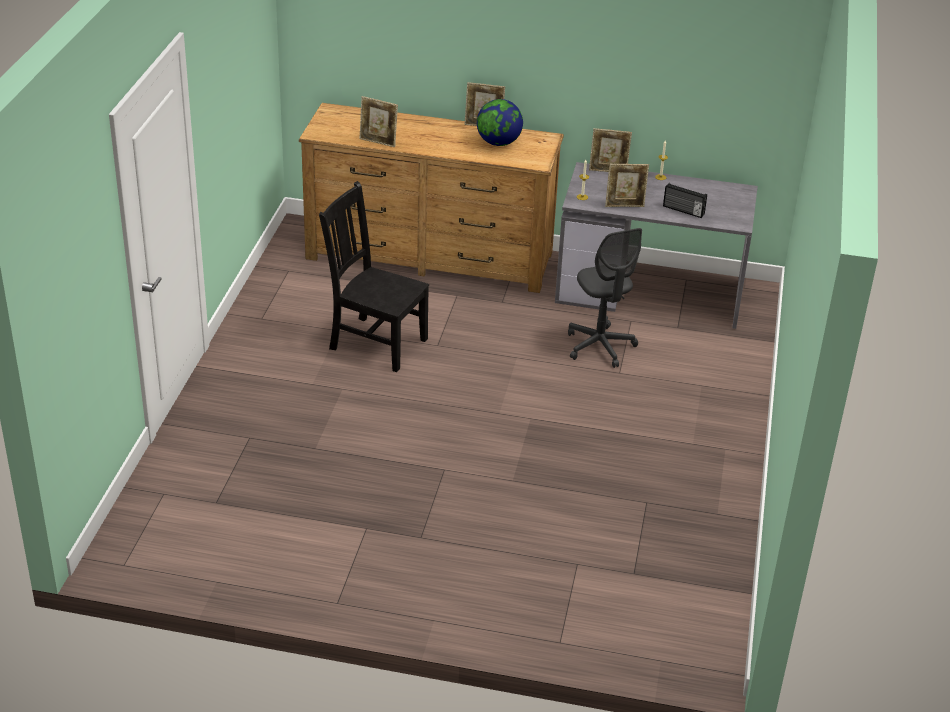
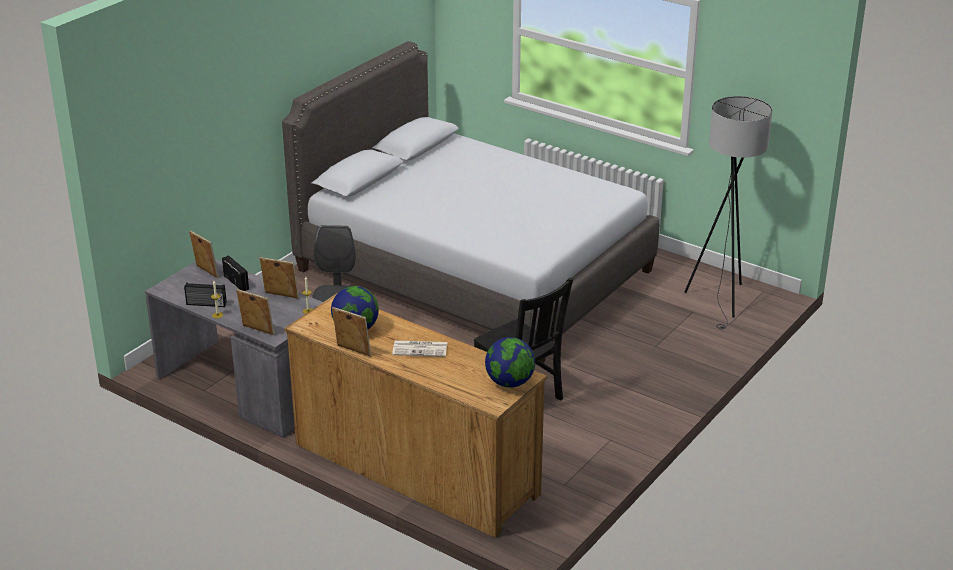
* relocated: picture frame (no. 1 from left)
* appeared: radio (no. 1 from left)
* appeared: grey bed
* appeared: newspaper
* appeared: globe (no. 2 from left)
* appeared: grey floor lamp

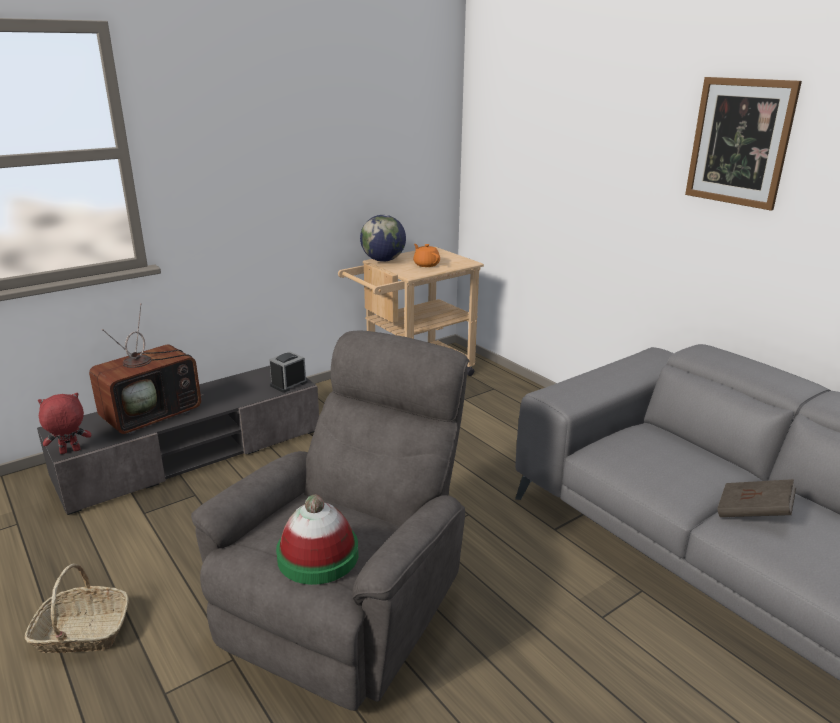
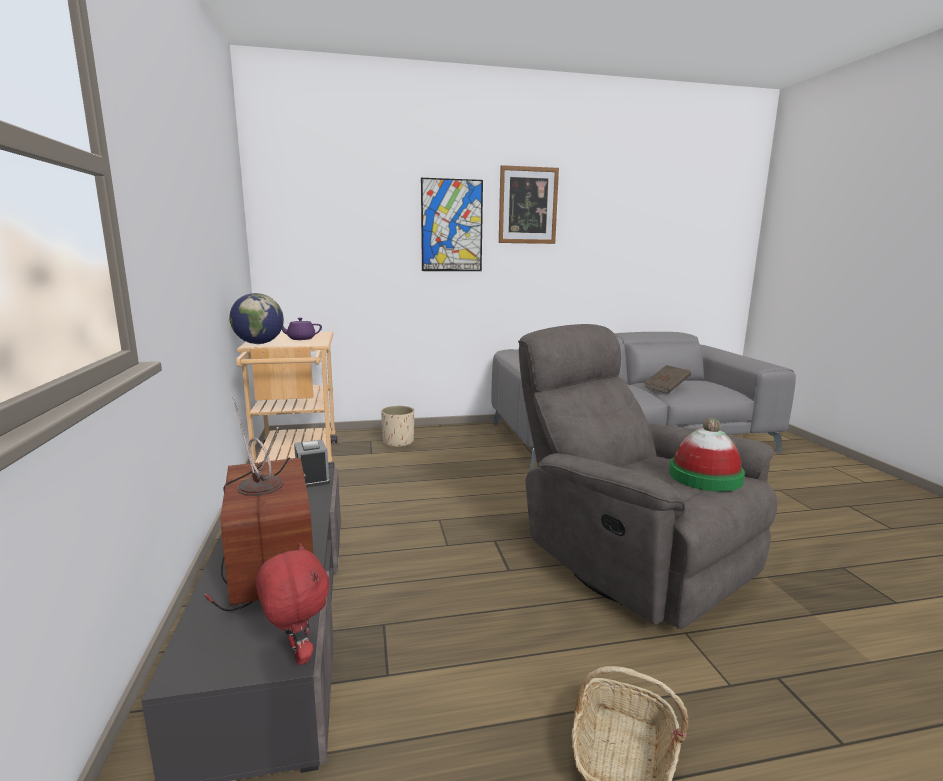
* spun: red plush toy 150 degrees clockwise
* colour: orange teapot to purple teapot
* appeared: beige planter
* appeared: picture (no. 1 from left)

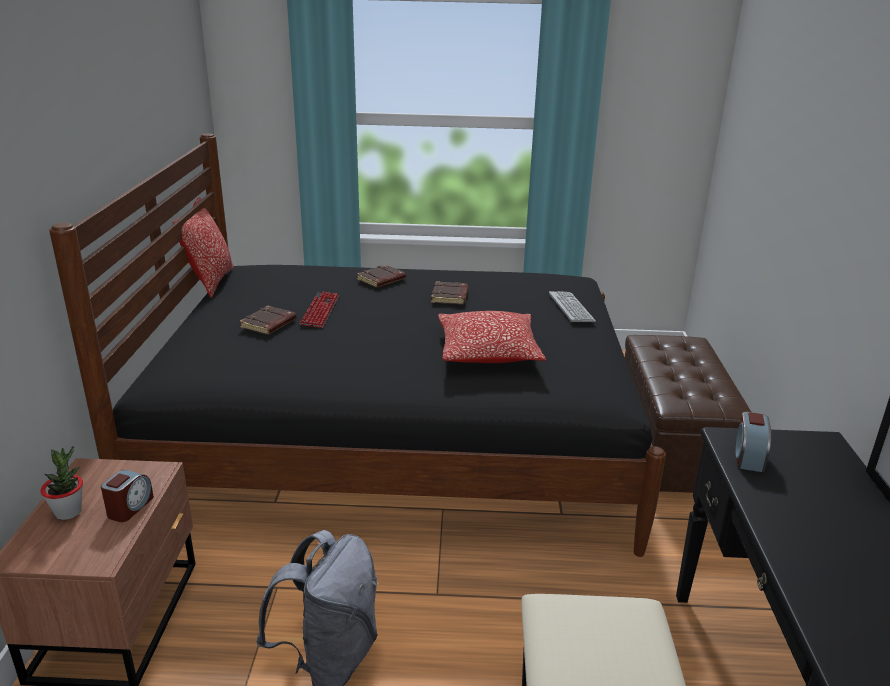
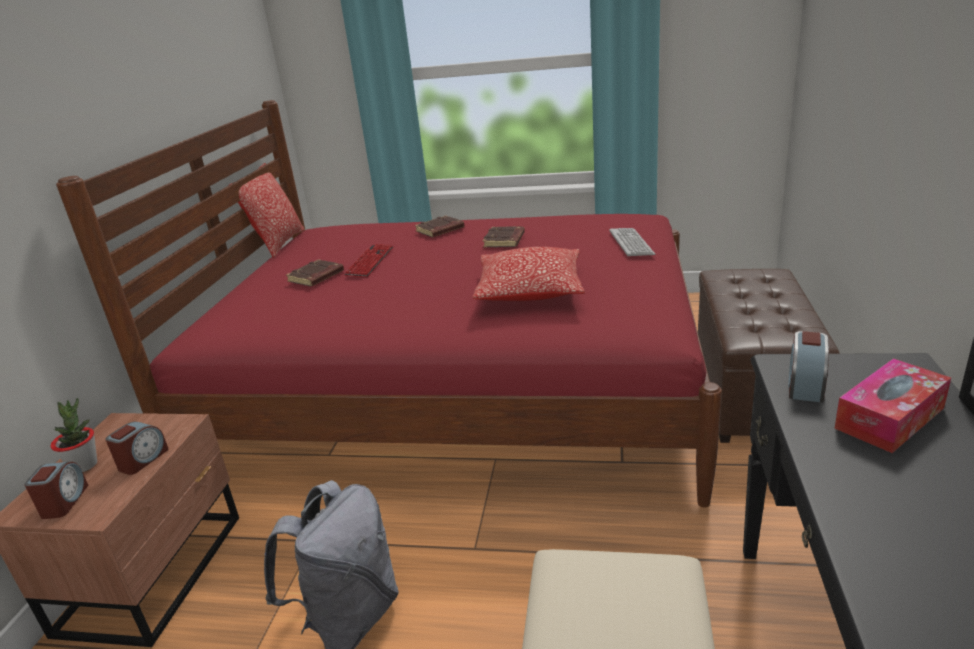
* colour: black bed to red bed
* appeared: alarm clock (no. 1 from left)
* appeared: tissue box

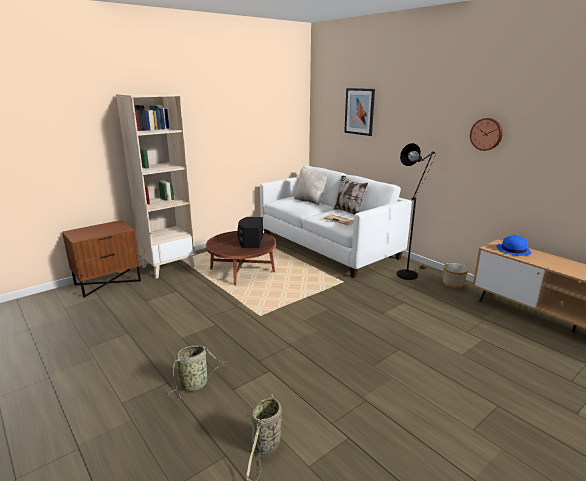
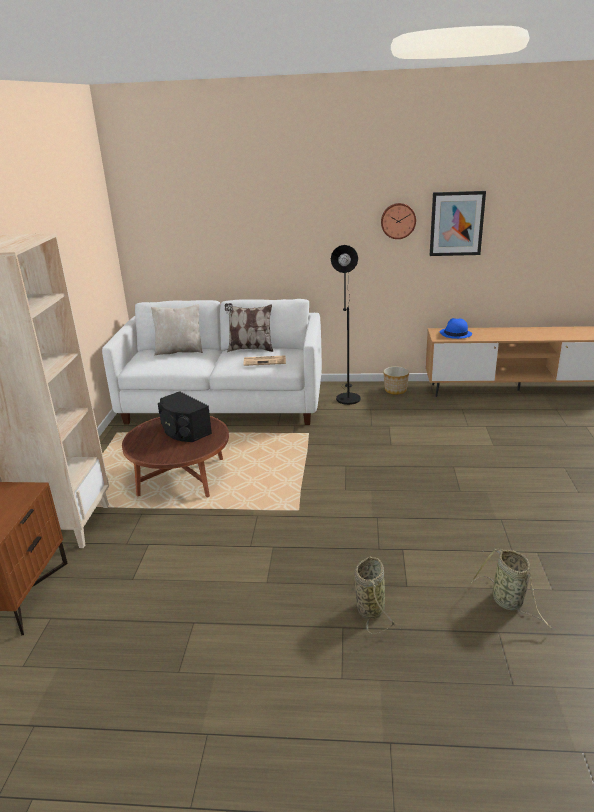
* relocated: picture

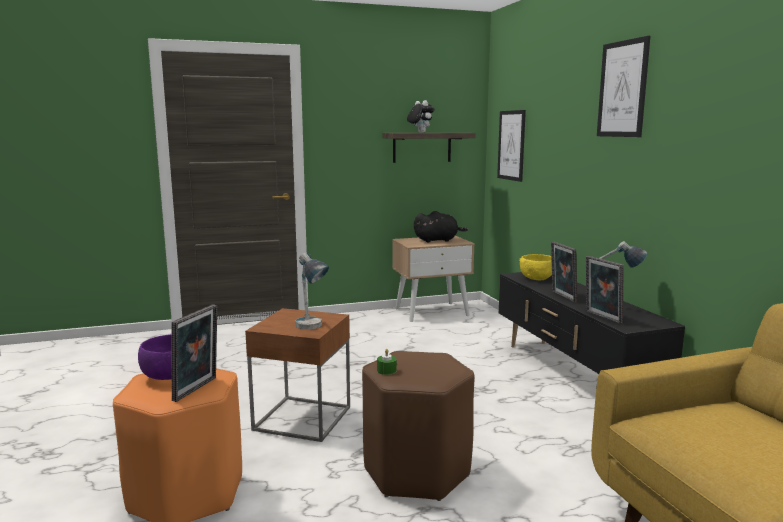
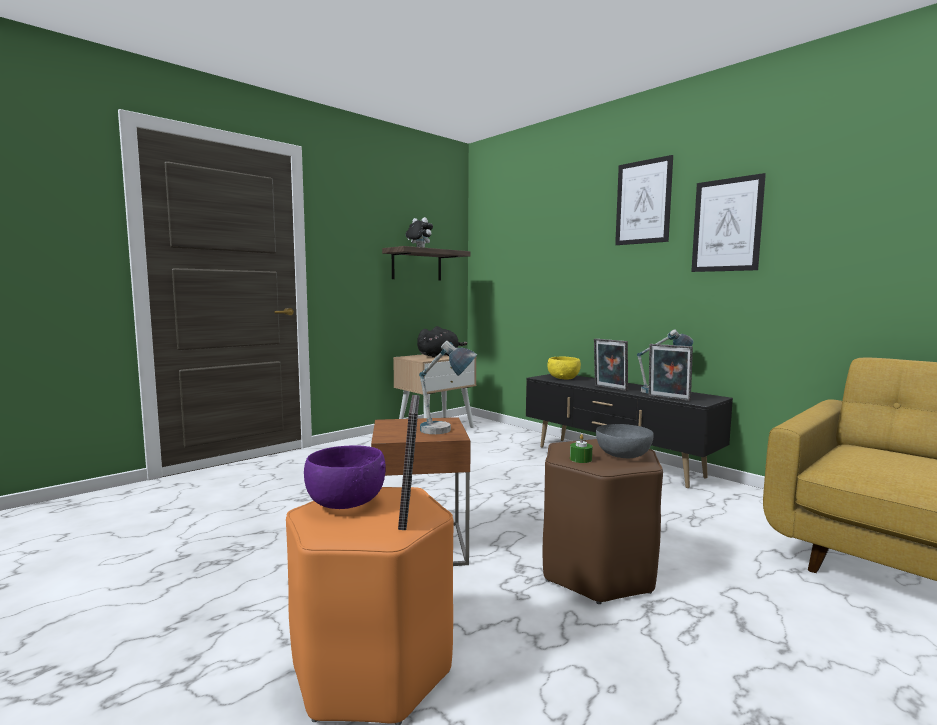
* relocated: picture (no. 1 from left in the first image) to picture (no. 2 from left)
* appeared: grey bowl

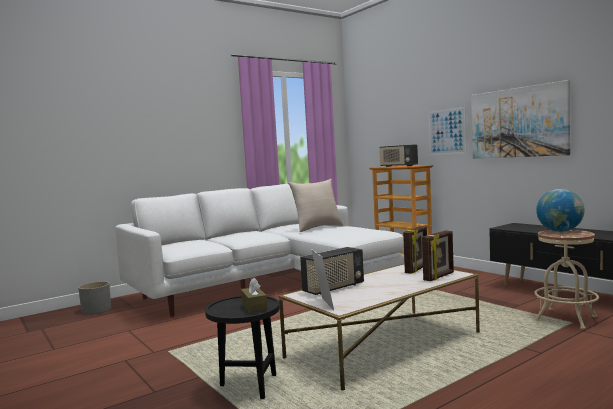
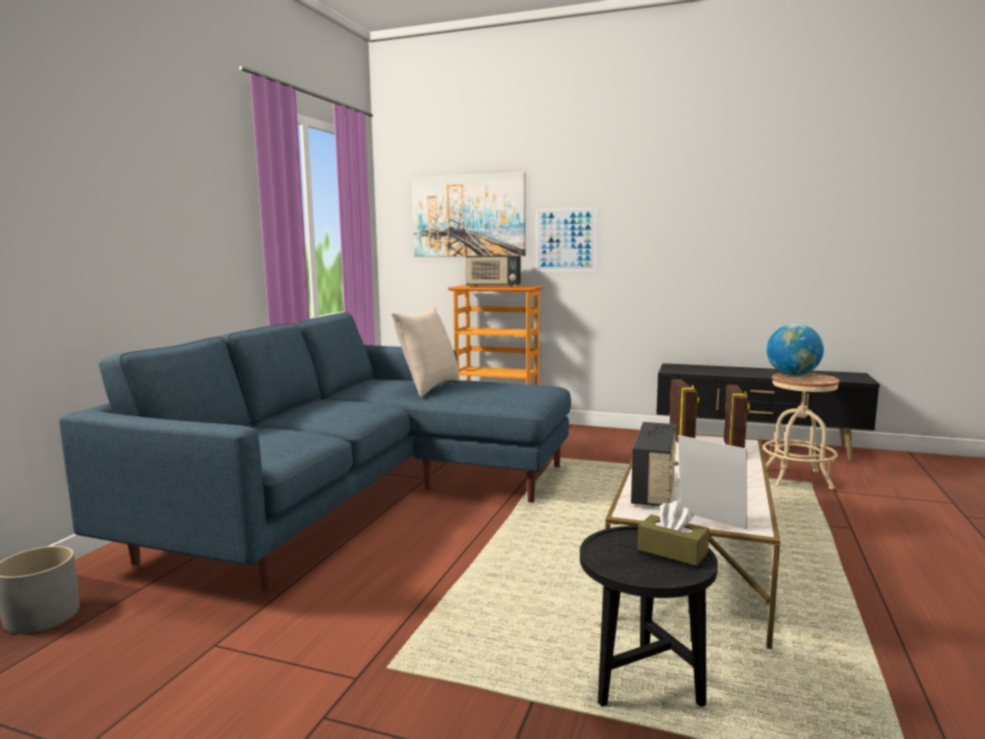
* colour: white sofa to blue sofa
* relocated: picture (no. 2 from left in the first image) to picture (no. 1 from left)

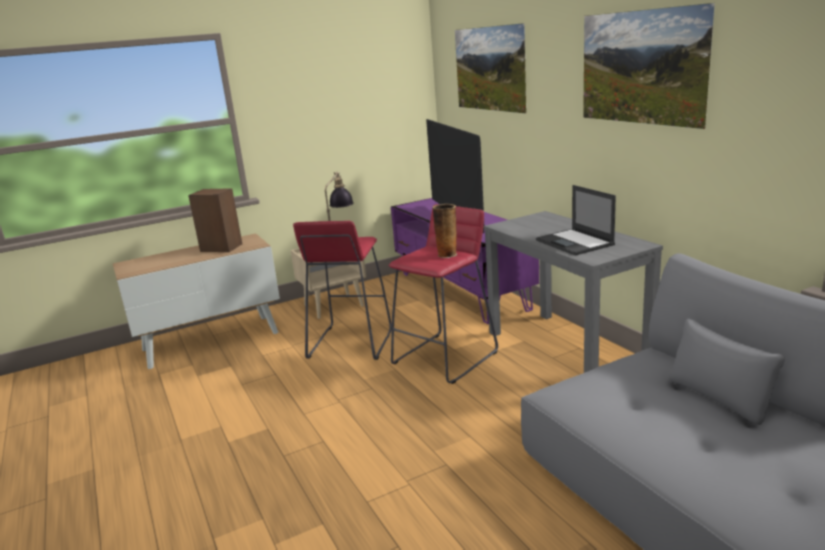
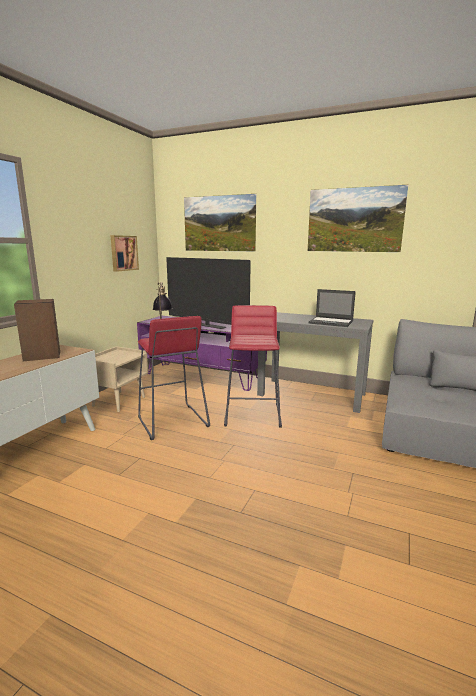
* missing: vase
* appeared: picture (no. 1 from left)

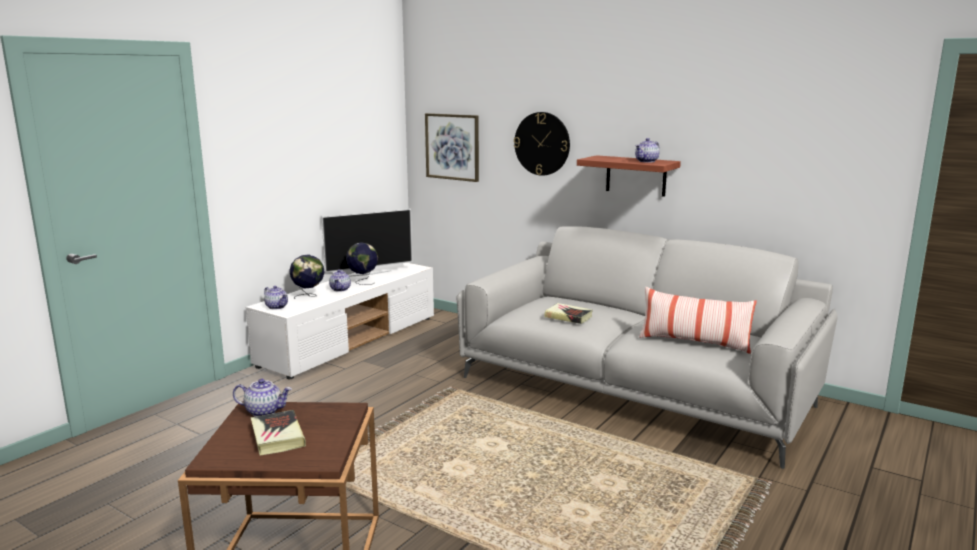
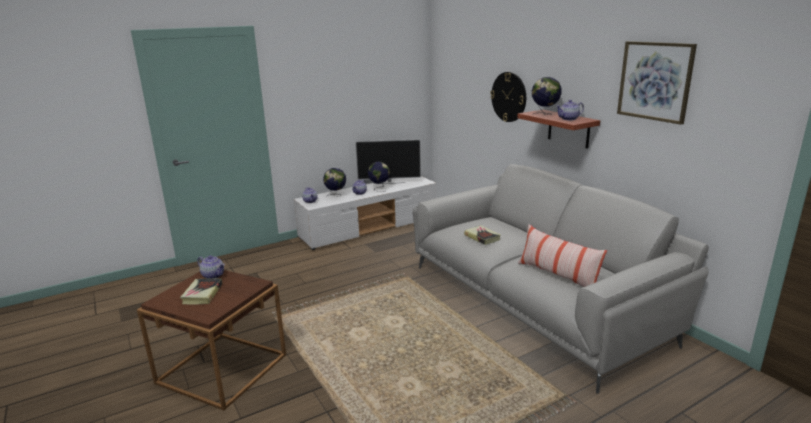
* relocated: picture
* appeared: globe (no. 3 from left)

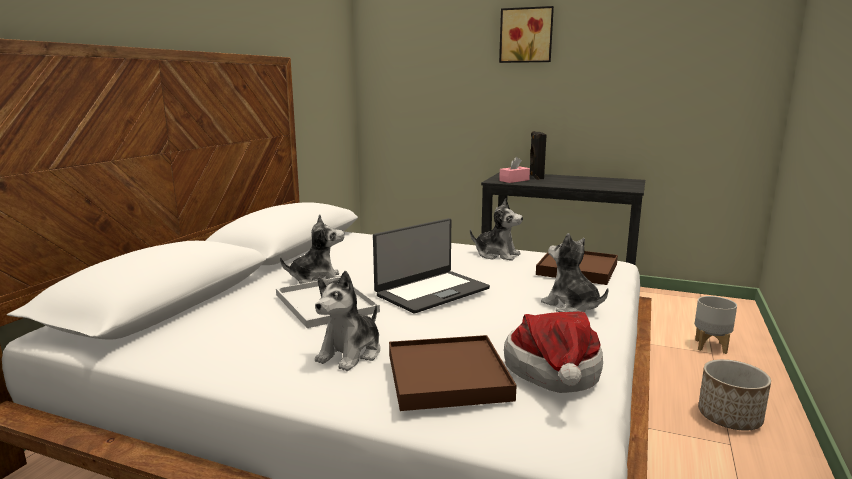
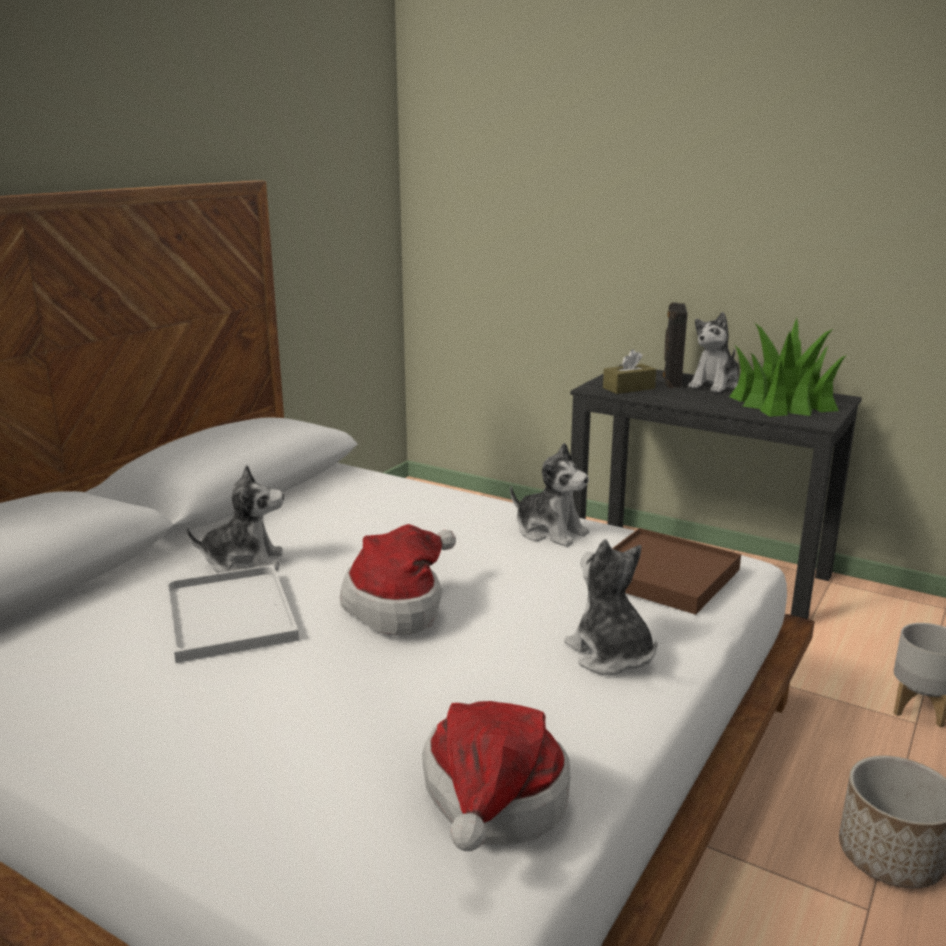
* relocated: plush toy (no. 2 from left in the first image) to plush toy (no. 4 from left)
* exchanged: laptop to hat (no. 1 from left)
* missing: brown tray (no. 1 from left)
* missing: picture
* colour: pink tissue box to brown tissue box
* appeared: potted plant

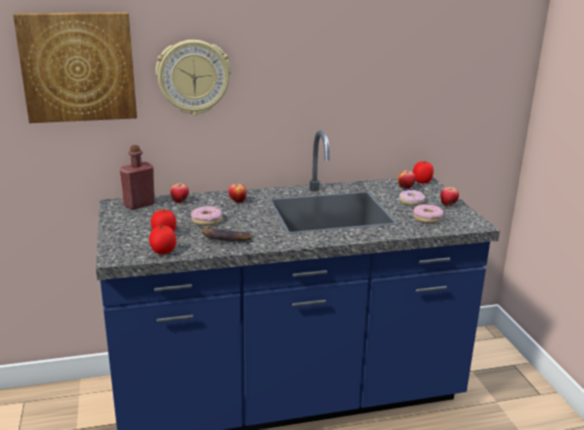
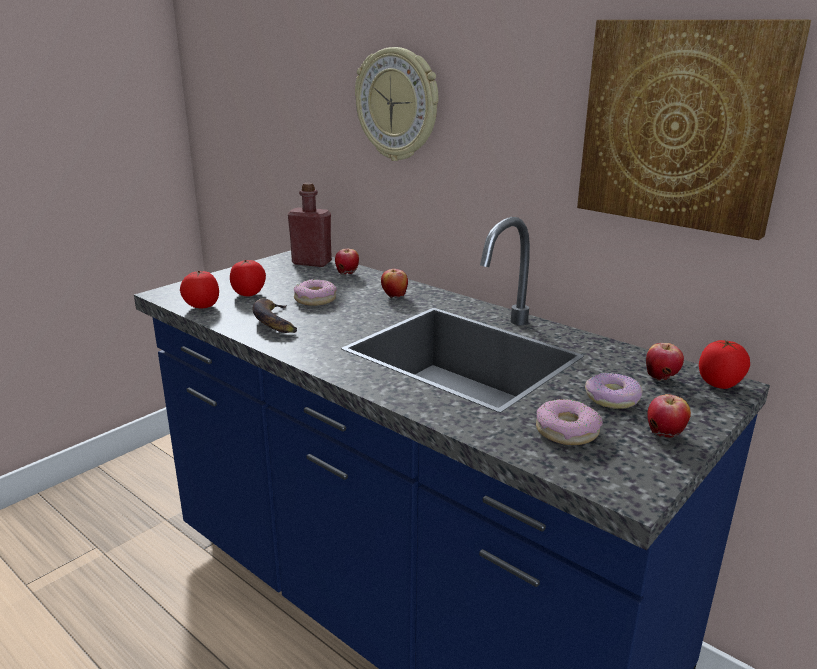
* relocated: picture

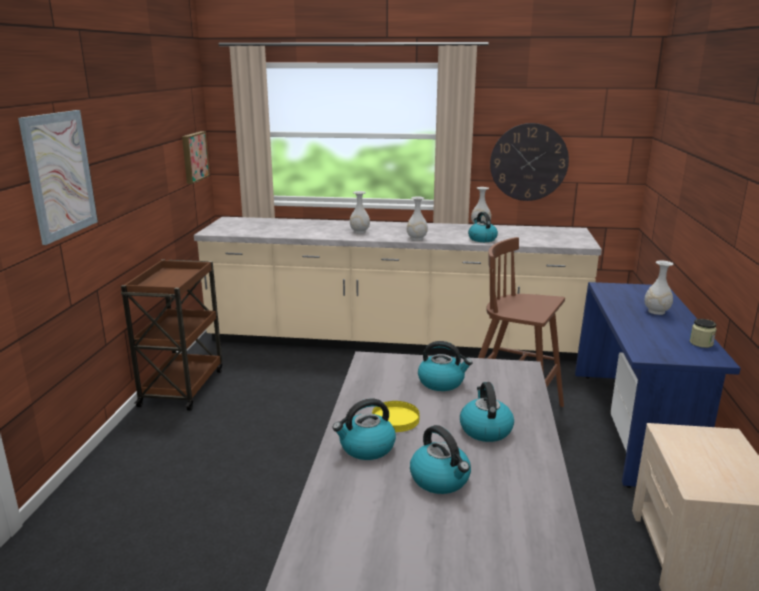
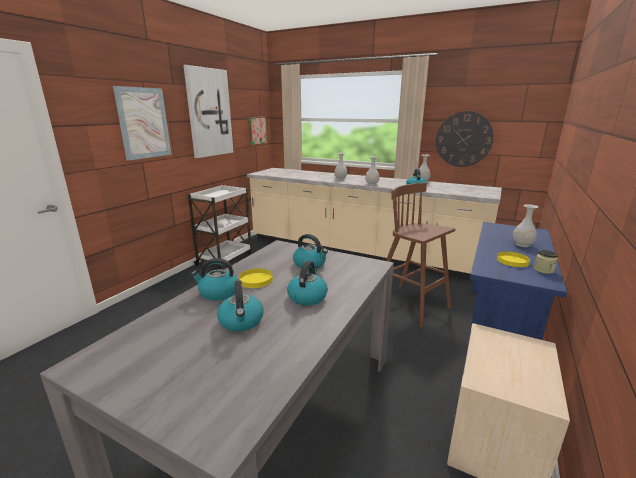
* colour: brown cart to white cart
* appeared: picture (no. 2 from left)
* appeared: yellow plate (no. 2 from left)

